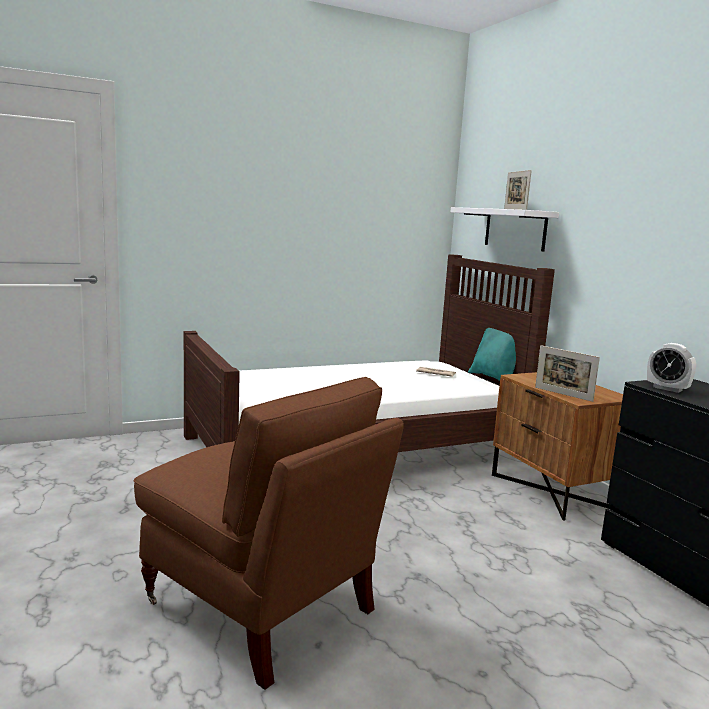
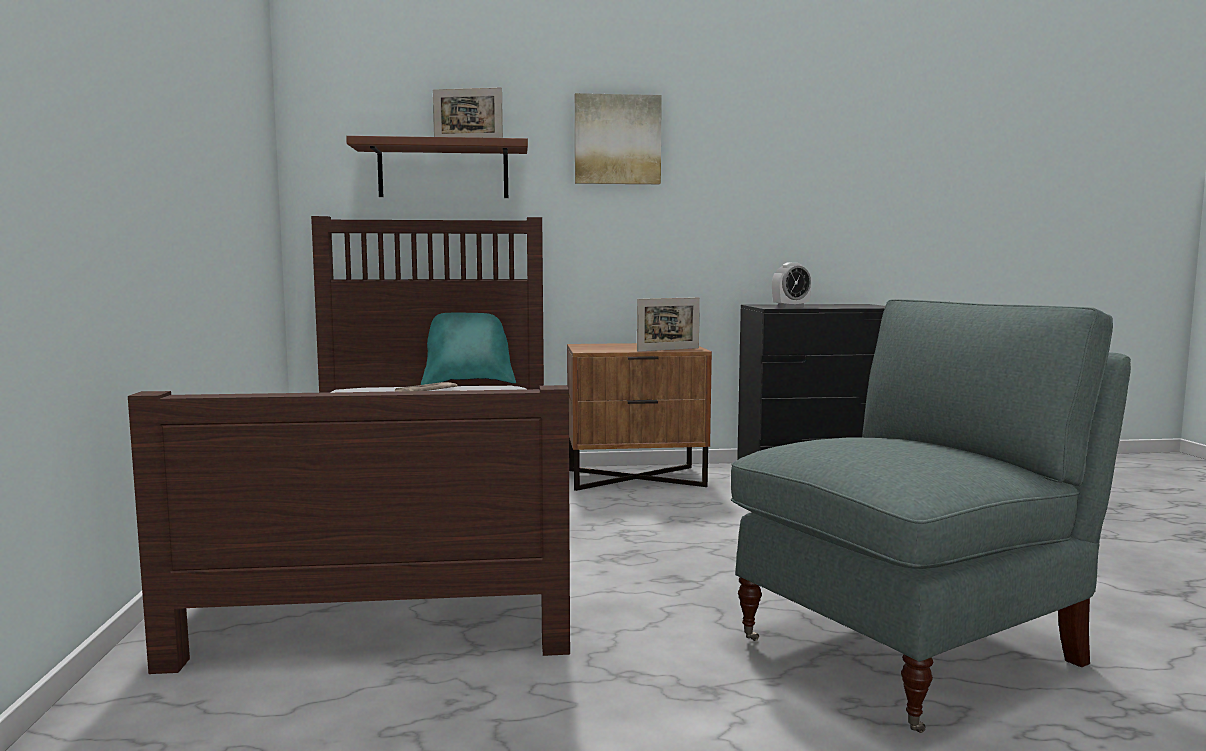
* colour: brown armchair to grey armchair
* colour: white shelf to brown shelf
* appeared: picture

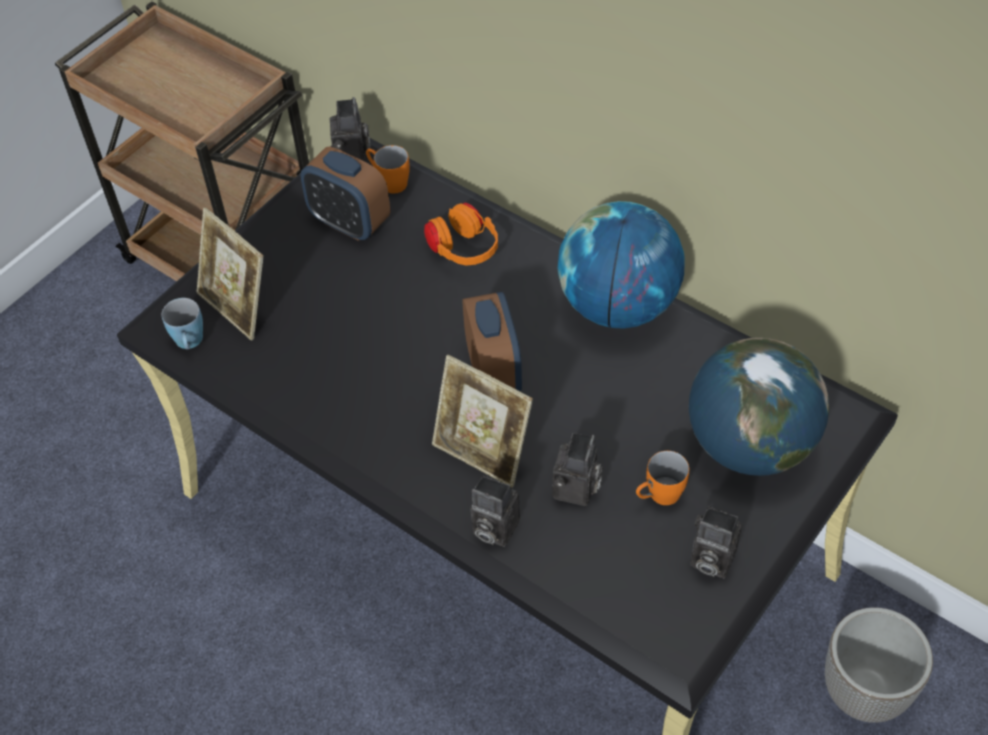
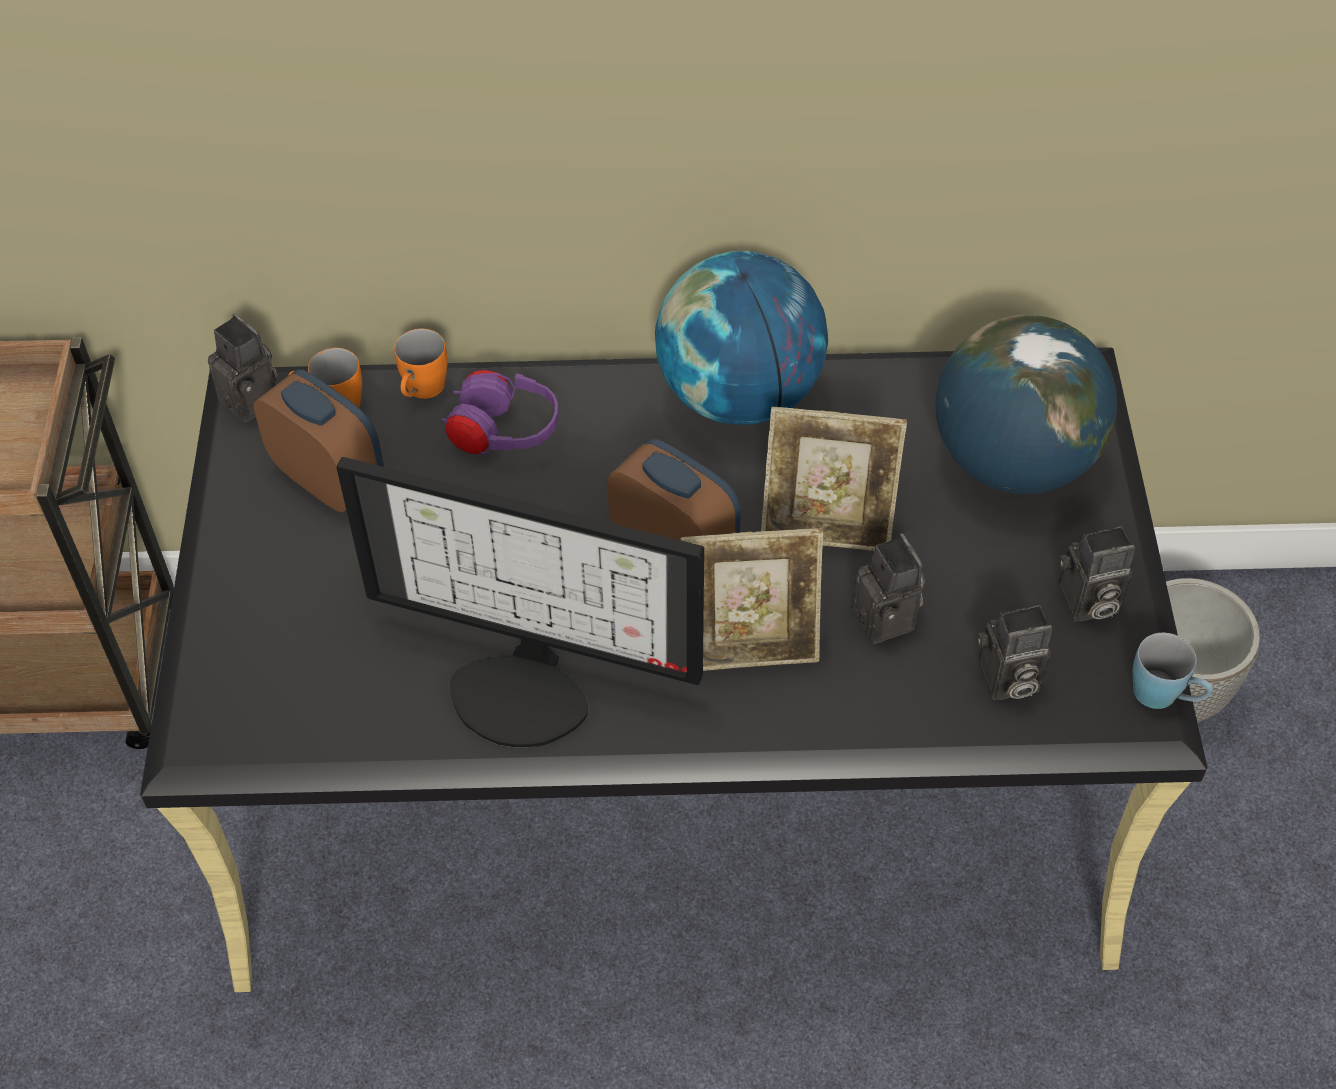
* relocated: blue mug
* relocated: picture frame (no. 1 from left in the first image) to picture frame (no. 2 from left)
* spun: alarm clock (no. 1 from left) 135 degrees counterclockwise
* colour: orange headphones to purple headphones
* relocated: photo camera (no. 2 from left in the first image) to photo camera (no. 3 from left)
* relocated: orange mug (no. 2 from left)
* appeared: monitor

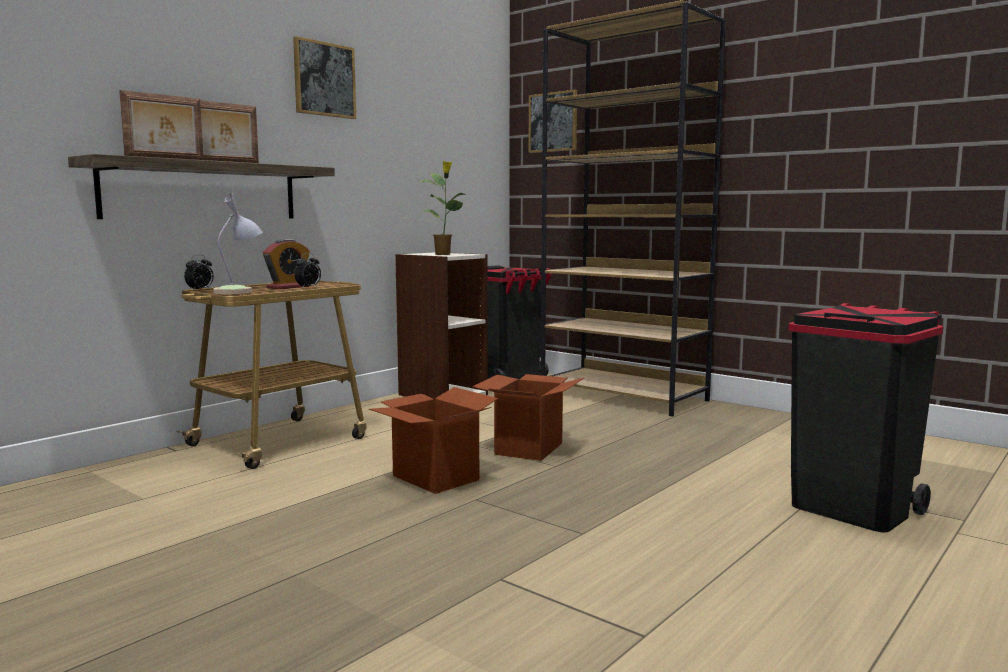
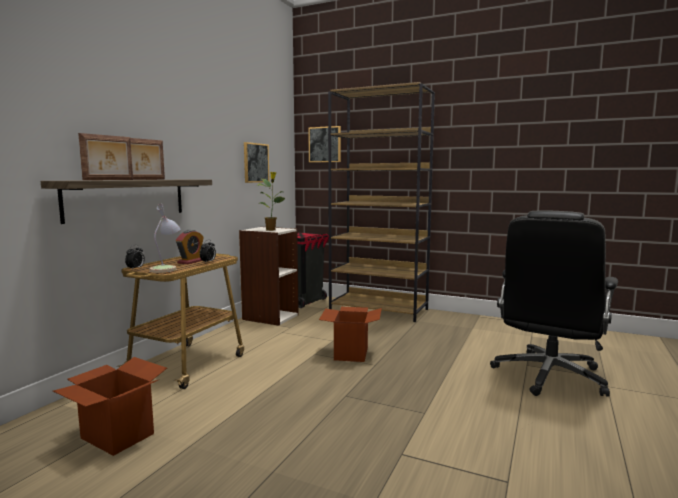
* relocated: picture (no. 1 from left)
* relocated: cardboard box (no. 1 from left)
* exchanged: black trash can (no. 2 from left) to black office chair

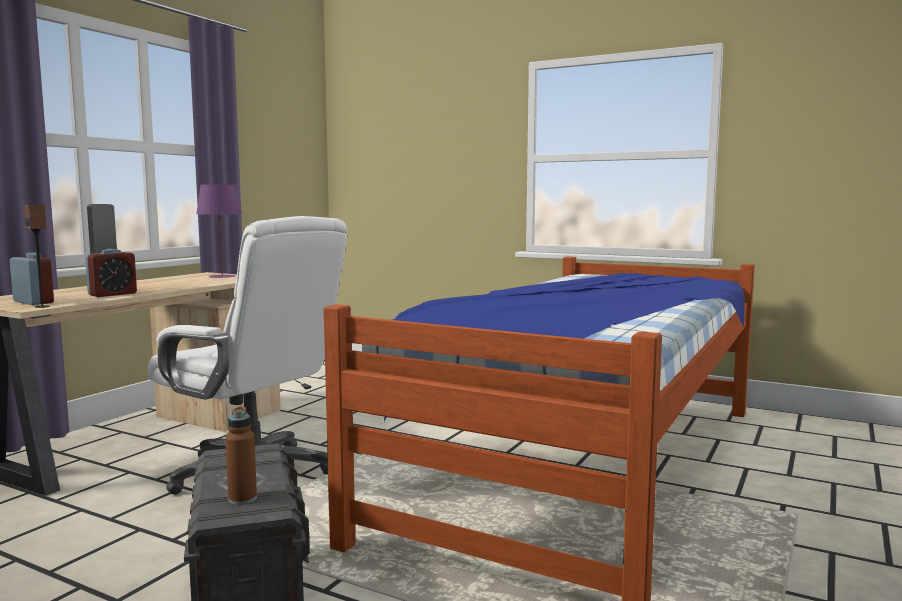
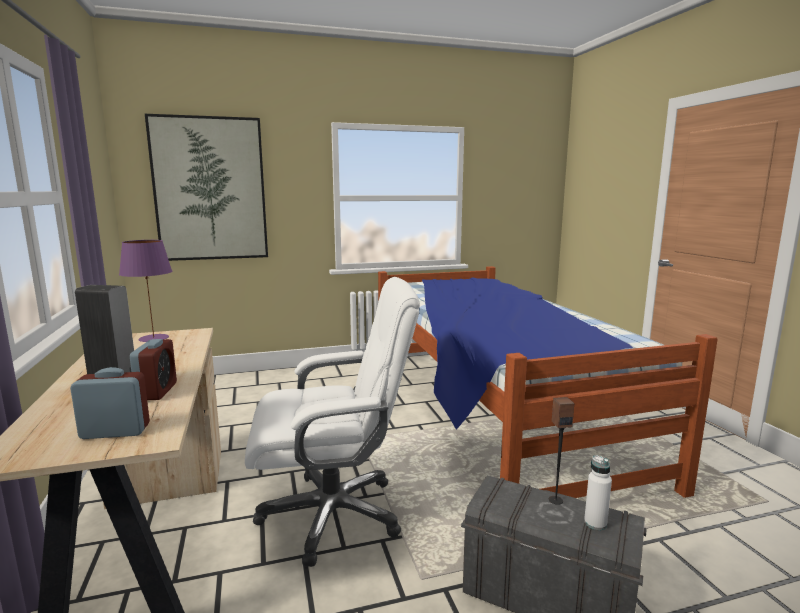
* relocated: speaker (no. 1 from left in the first image) to speaker (no. 2 from left)
* colour: brown bottle to white bottle
* appeared: picture

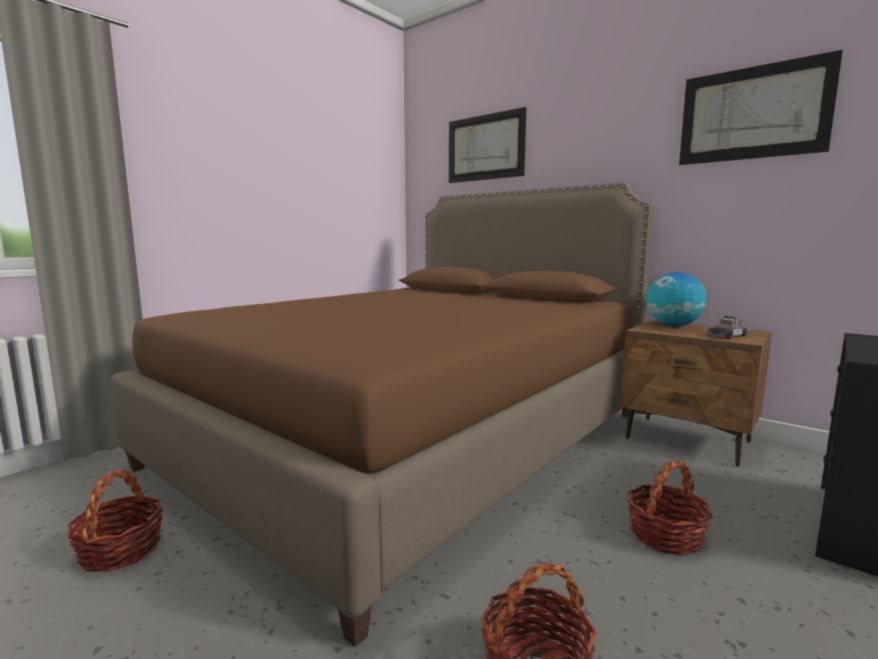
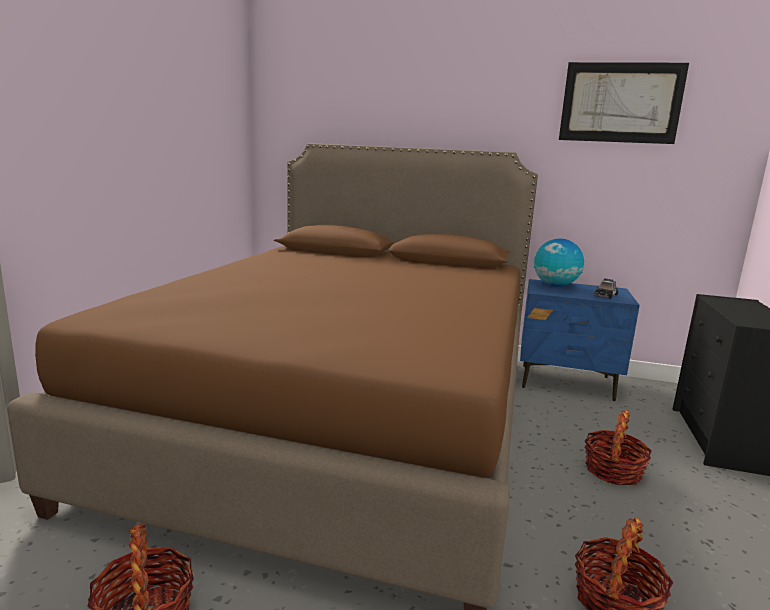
* missing: picture (no. 1 from left)
* colour: brown nightstand to blue nightstand

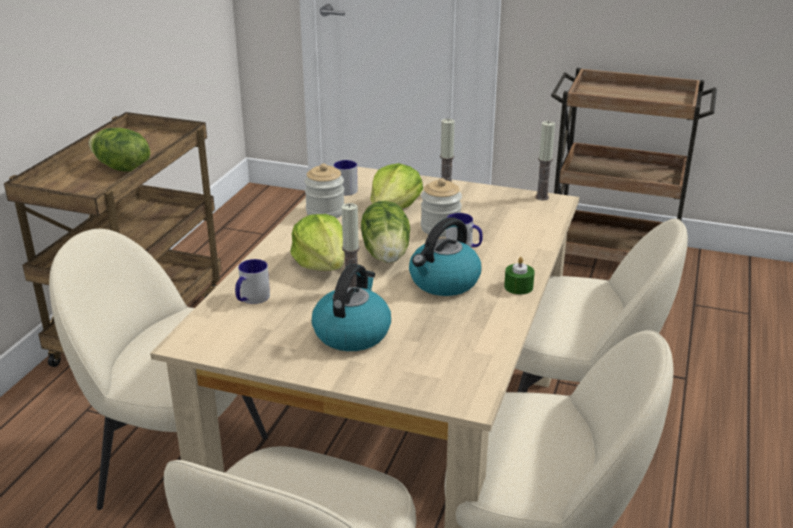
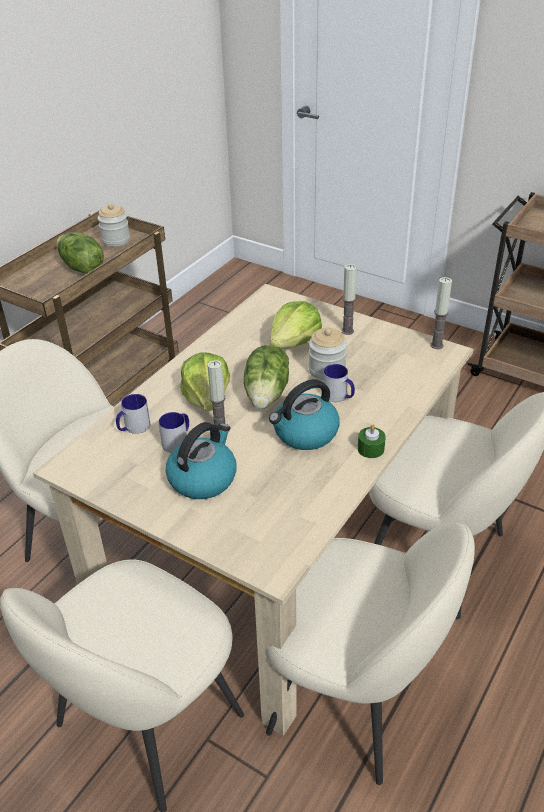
* relocated: jar (no. 1 from left)
* relocated: mug (no. 2 from left)

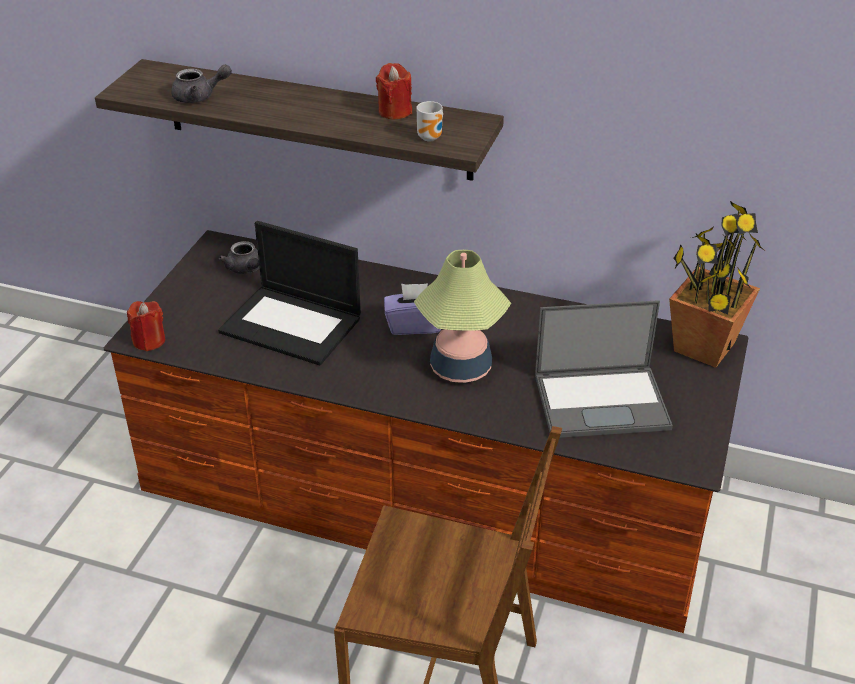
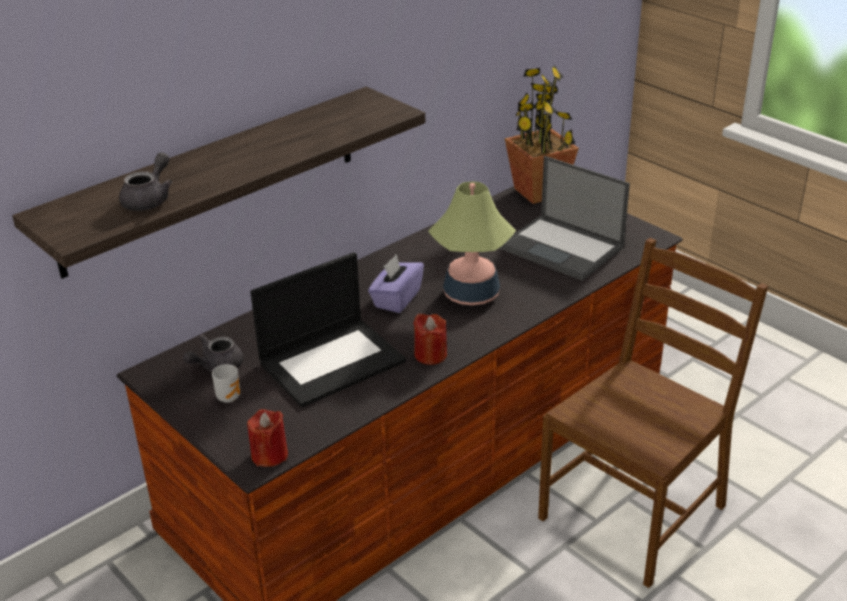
* spun: grey teapot (no. 2 from left) 135 degrees clockwise
* relocated: red candle (no. 2 from left)
* relocated: mug
* spun: laptop (no. 2 from left) 105 degrees clockwise

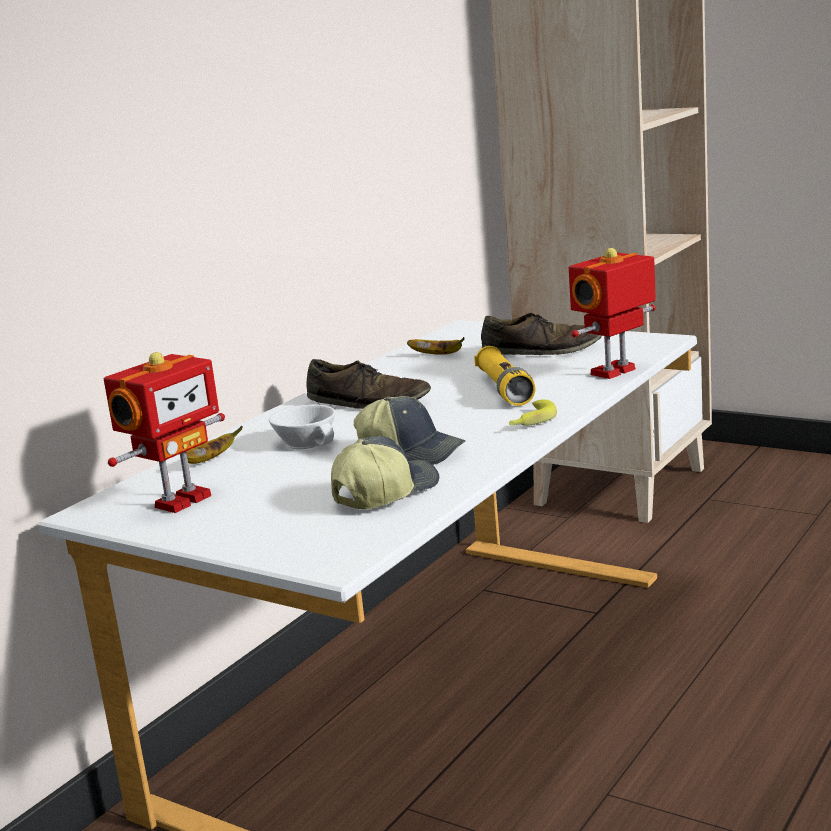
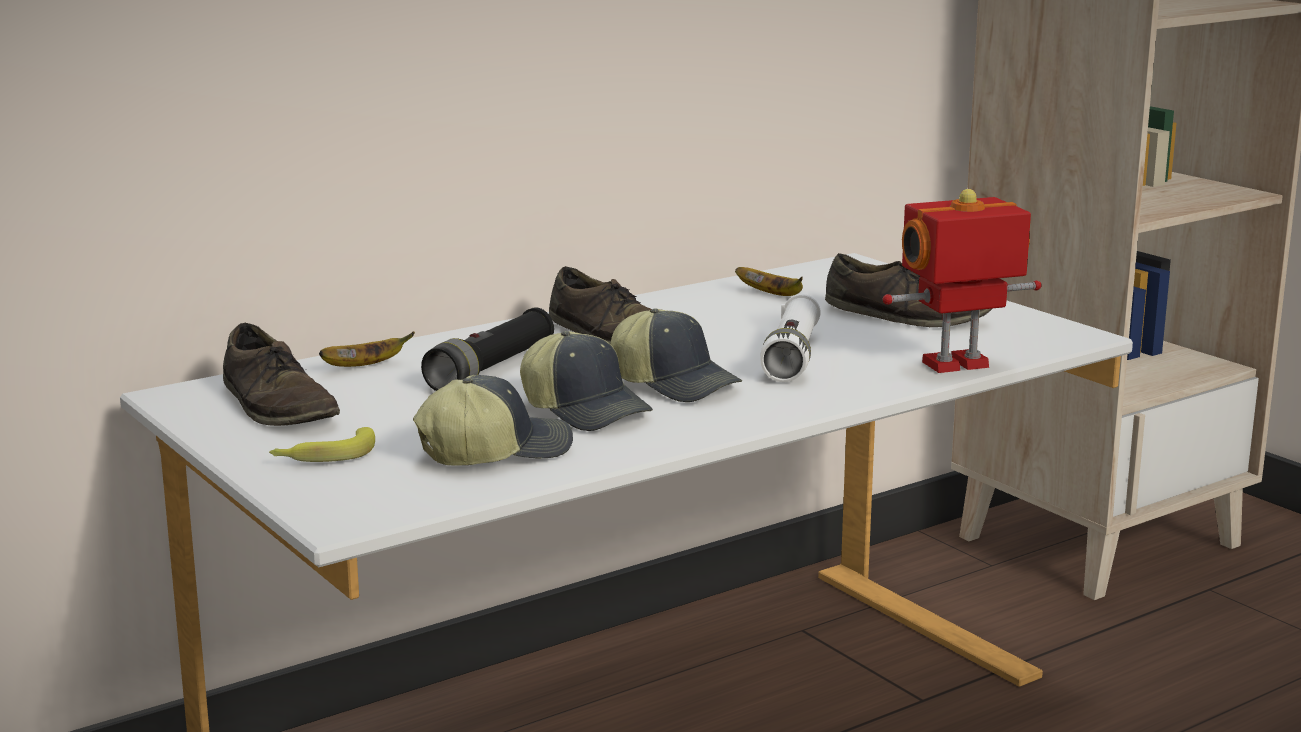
* exchanged: toy robot (no. 1 from left) to brown shoe (no. 1 from left)
* exchanged: white cup to black flashlight
* colour: yellow flashlight to white flashlight
* relocated: banana (no. 3 from left in the first image) to banana (no. 1 from left)
* appeared: cap (no. 3 from left)

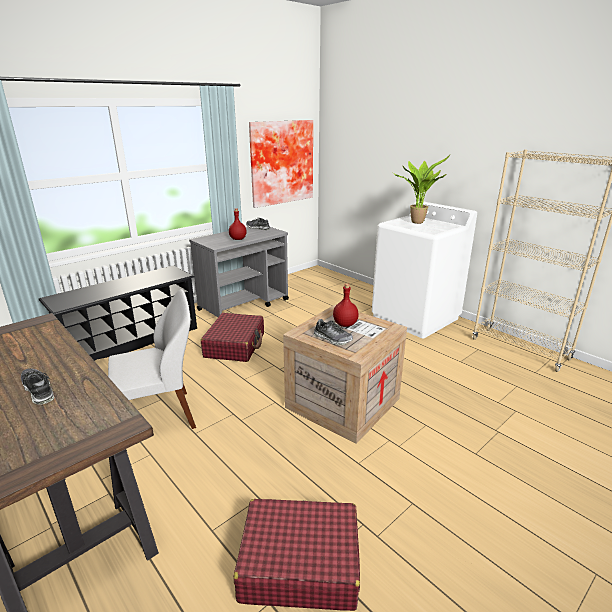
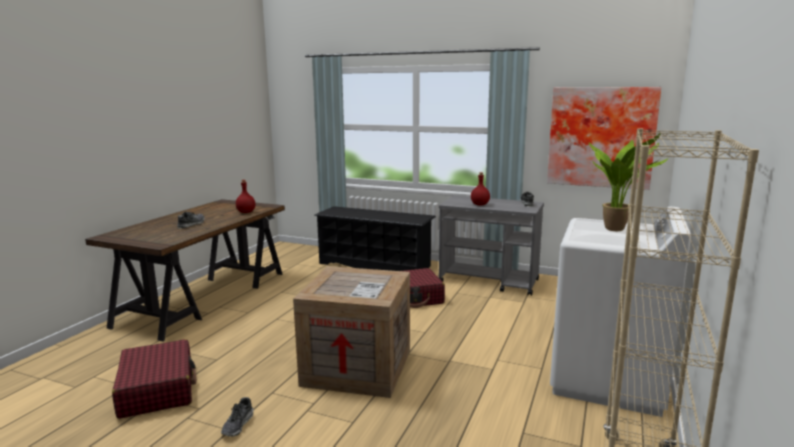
* missing: white chair
* relocated: shoe (no. 3 from left in the first image) to shoe (no. 2 from left)
* relocated: red bottle (no. 2 from left in the first image) to red bottle (no. 1 from left)

